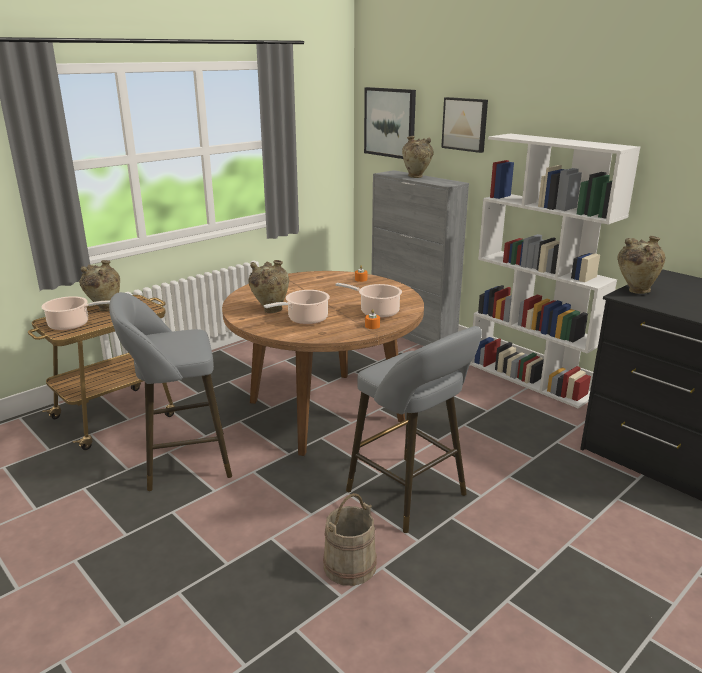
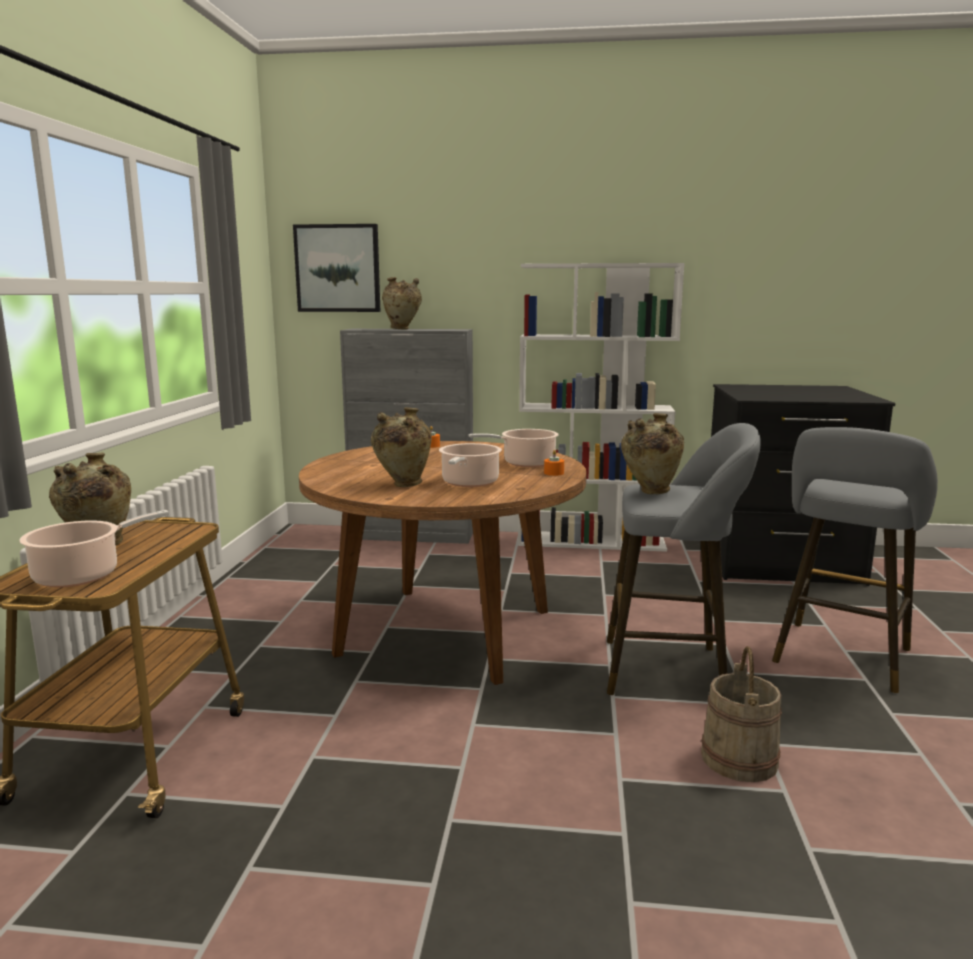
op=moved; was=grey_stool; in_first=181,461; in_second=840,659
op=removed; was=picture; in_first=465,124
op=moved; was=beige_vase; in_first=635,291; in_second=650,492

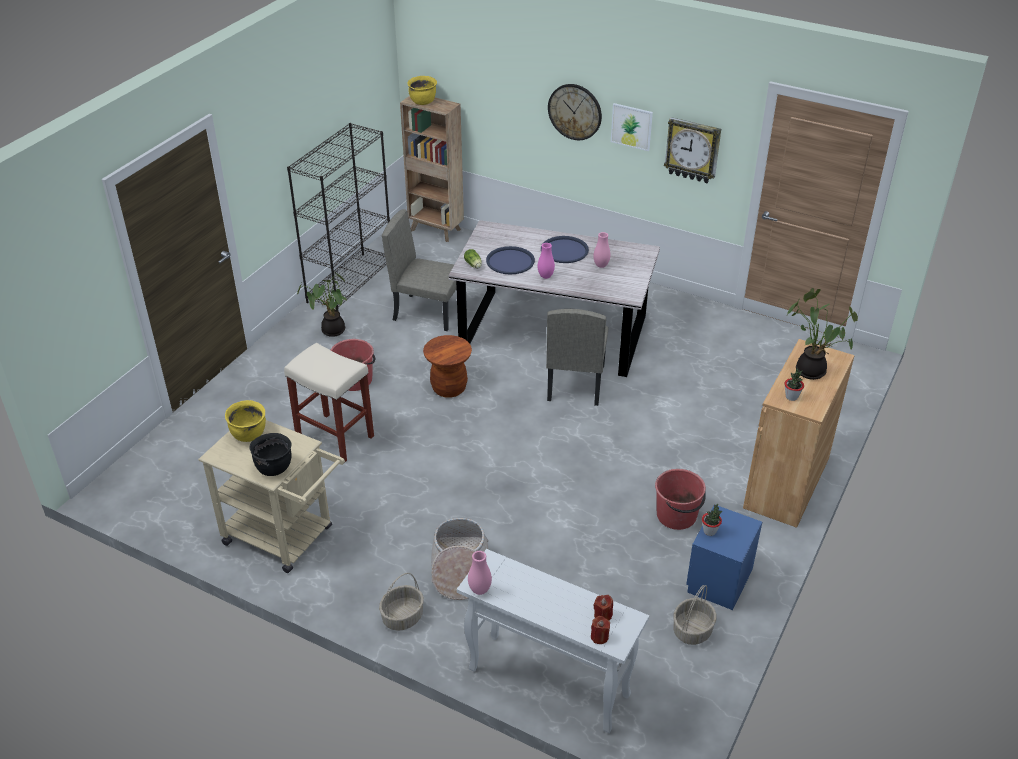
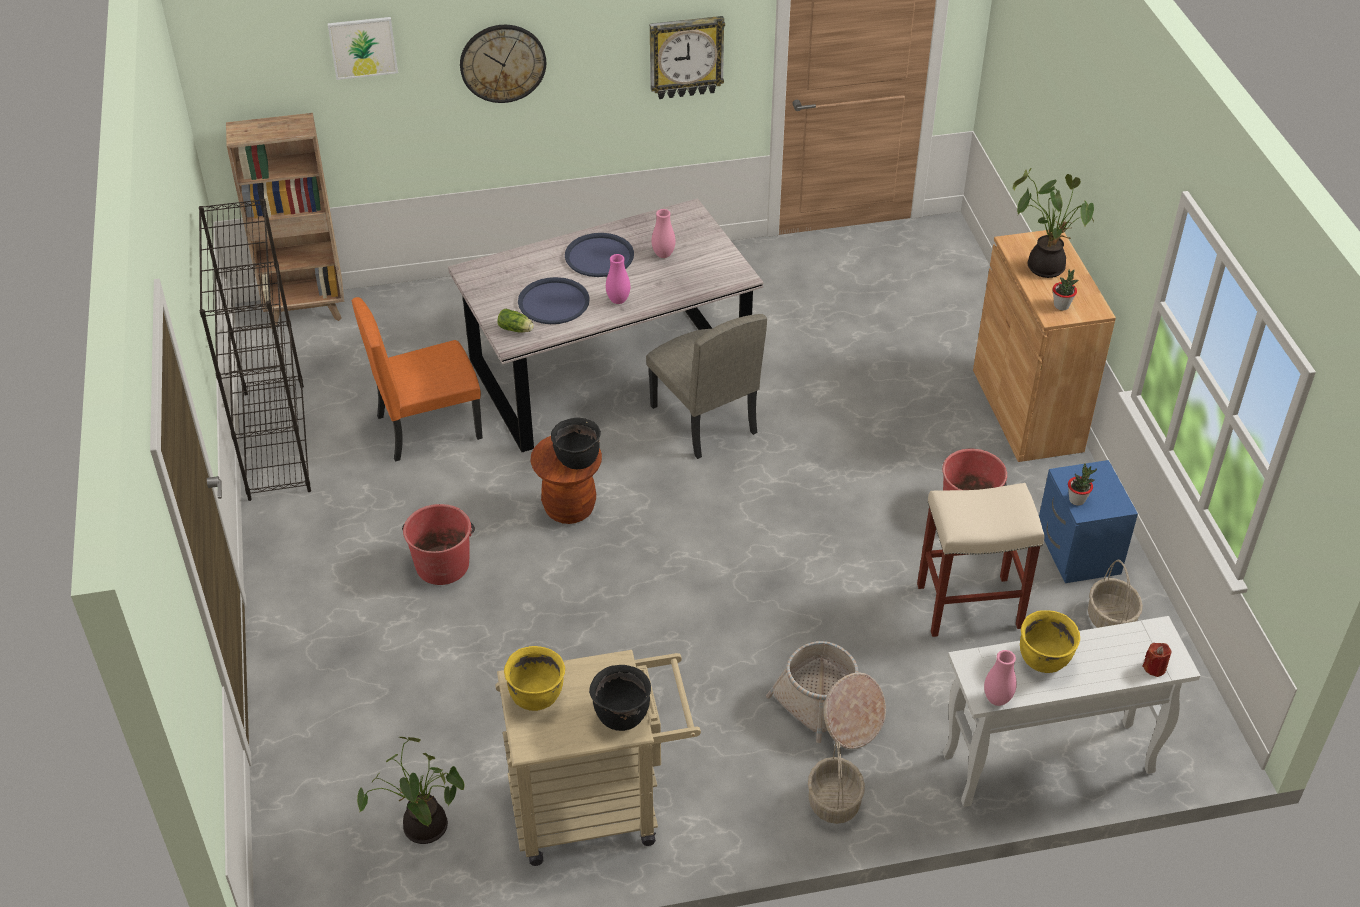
op=moved; was=beige_stool; in_first=334,438; in_second=968,606
op=moved; was=potted_plant; in_first=331,330; in_second=422,830
op=recoloured; was=beige_chair; now=orange_chair; in_first=428,312; in_second=429,426
op=moved; was=yellow_cooking_pot; in_first=423,102; in_second=1044,660
op=removed; was=red_candle; in_first=603,615
op=moved; was=picture; in_first=631,126; in_second=363,47
op=added; now=black_cooking_pot; in_second=577,460

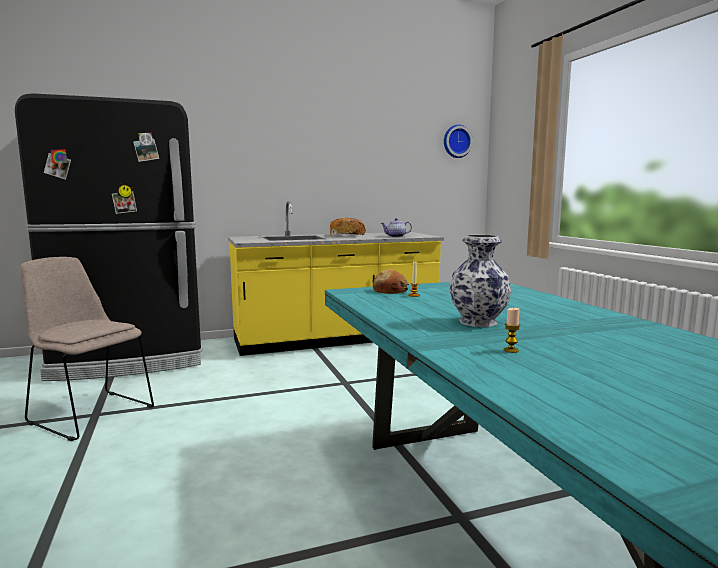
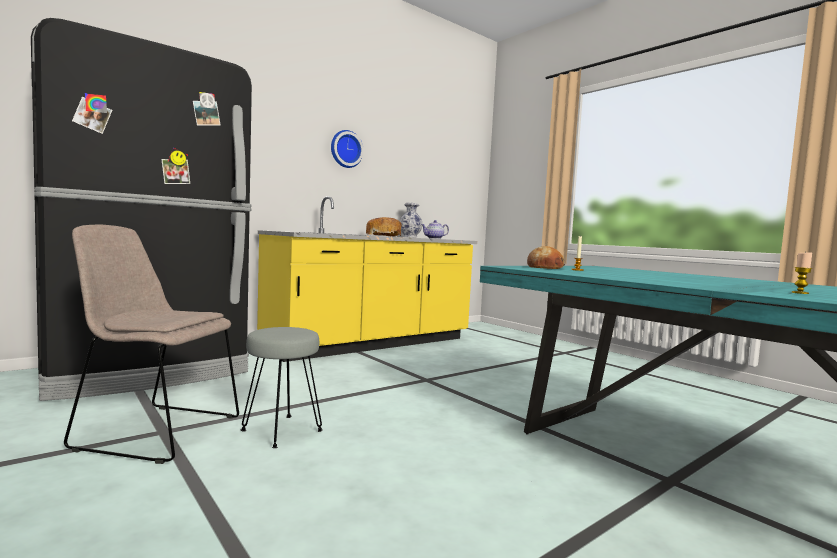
op=moved; was=wall_clock; in_first=456,141; in_second=345,149
op=moved; was=vase; in_first=477,322; in_second=410,237
op=added; now=grey_stool; in_second=280,431

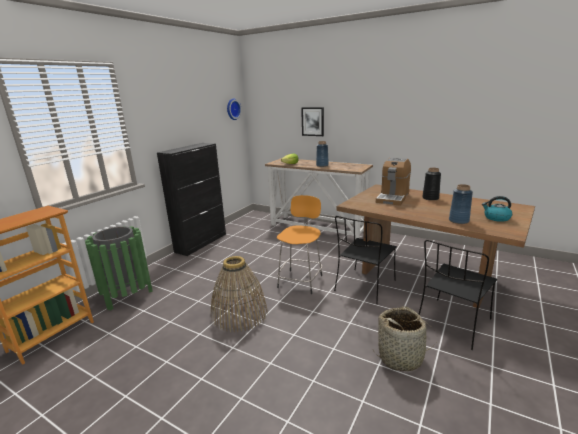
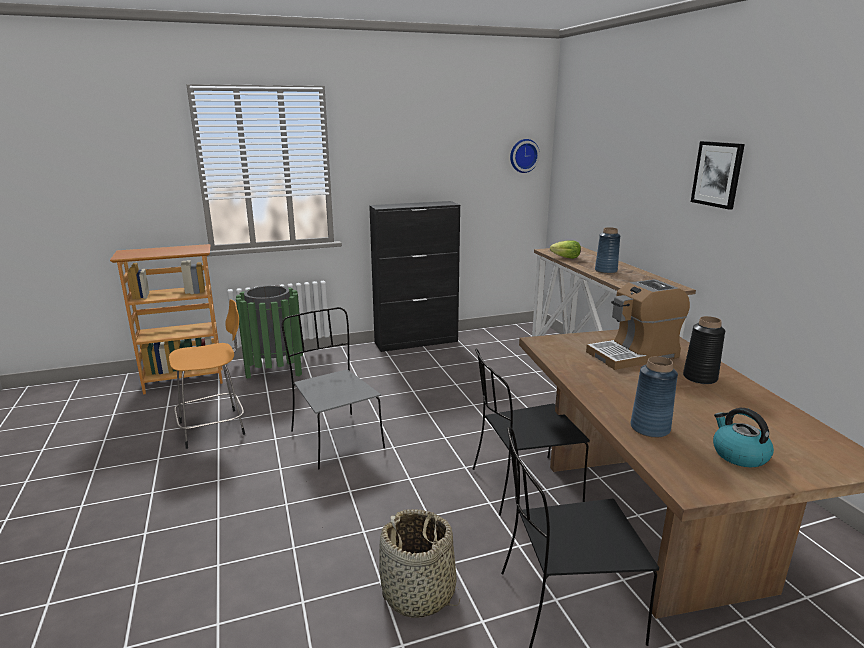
op=replaced; was=basket; now=grey_chair; in_first=239,313; in_second=335,438
op=moved; was=orange_stool; in_first=301,280; in_second=215,427
op=moved; was=picture; in_first=313,121; in_second=717,174

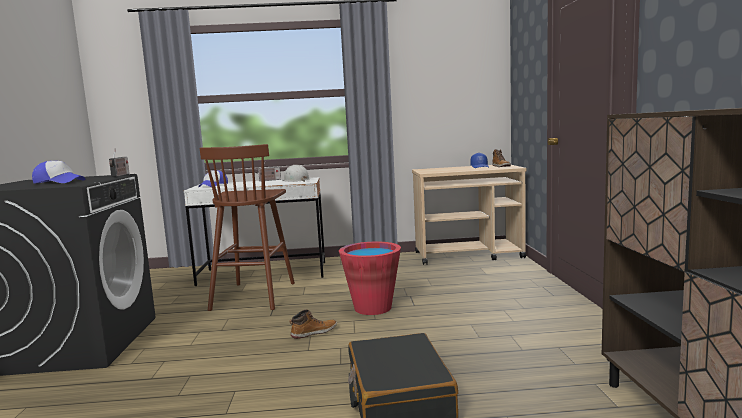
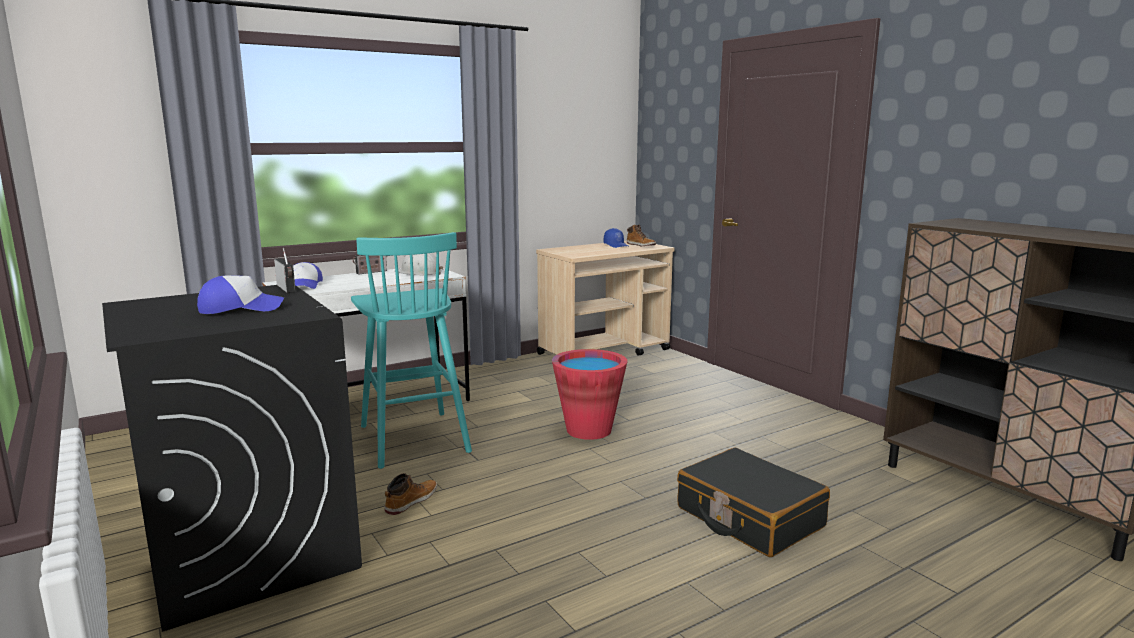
op=recoloured; was=brown_stool; now=turquoise_stool; in_first=254,295; in_second=413,438
op=moved; was=boot; in_first=314,332; in_second=411,501

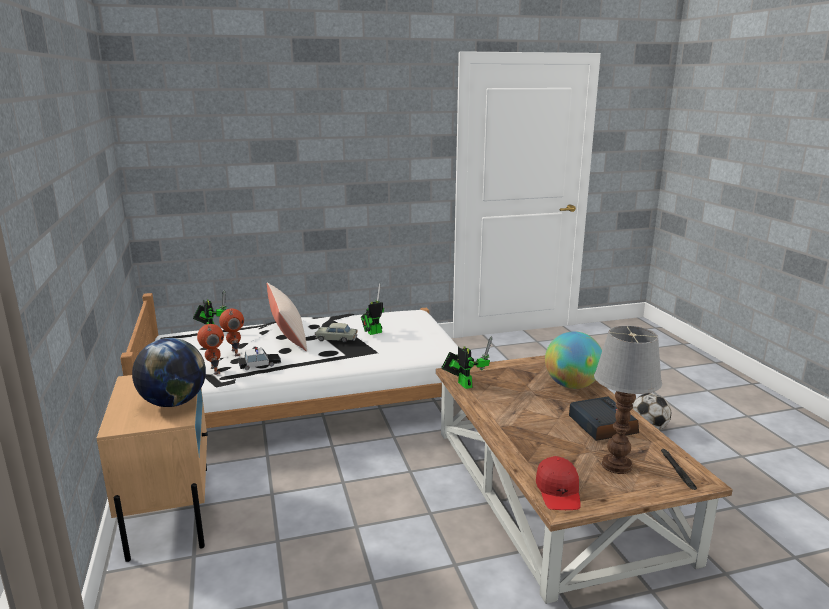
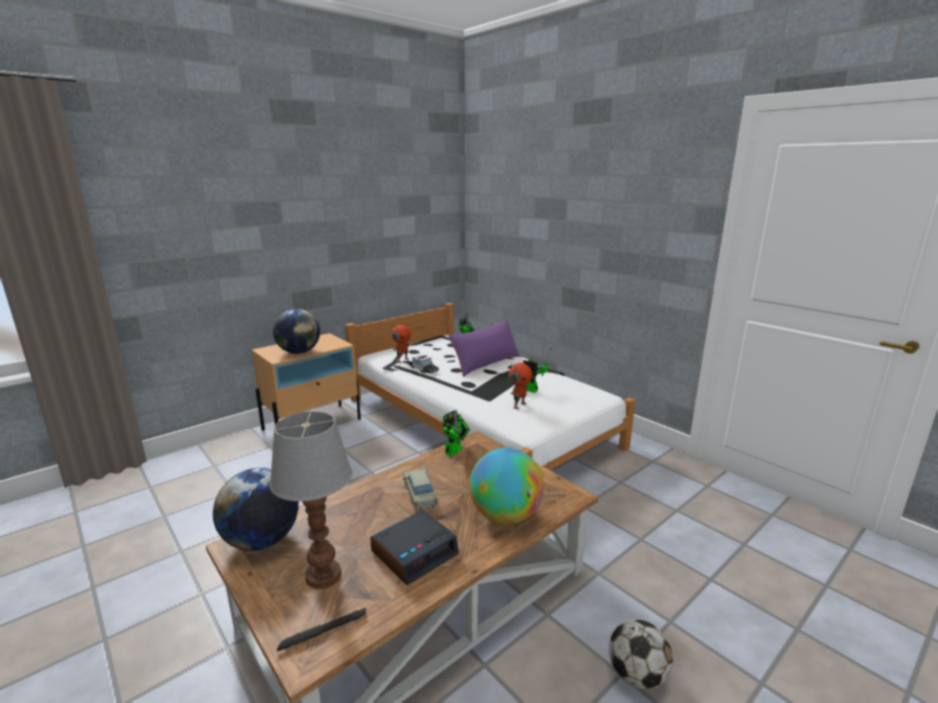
op=moved; was=toy_robot; in_first=234,353; in_second=519,405
op=recoloured; was=beige_pillow; now=purple_pillow; in_first=287,335; in_second=485,363
op=moved; was=beige_toy_car; in_first=336,339; in_second=420,494
op=replaced; was=red_cap; now=globe; in_first=558,491; in_second=262,541

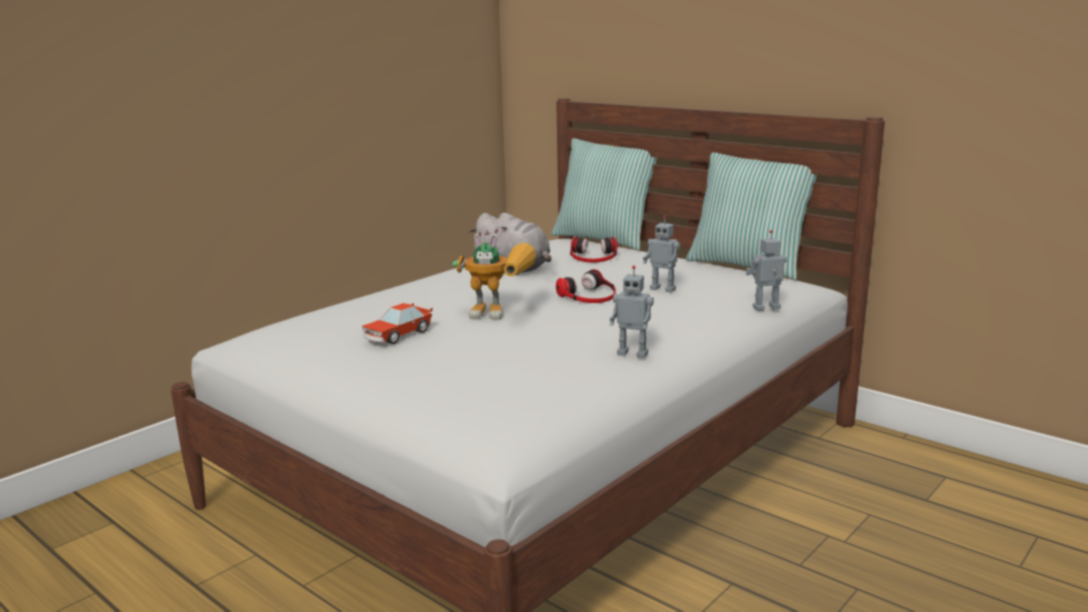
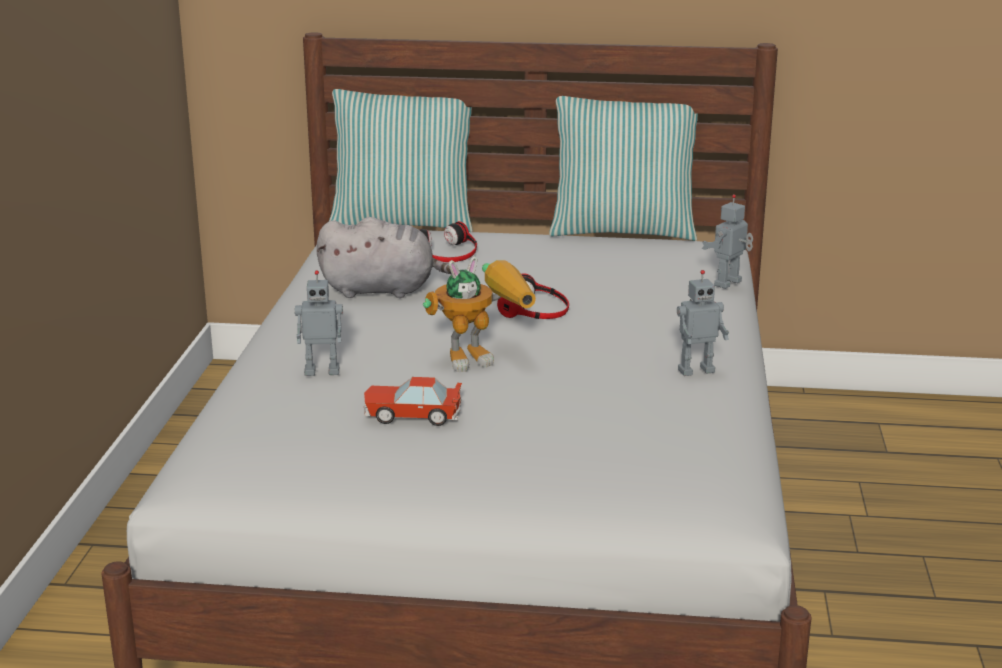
op=turned; was=toy_car; in_first=398,335; in_second=412,415; clockwise=90
op=moved; was=toy_robot; in_first=663,289; in_second=322,371

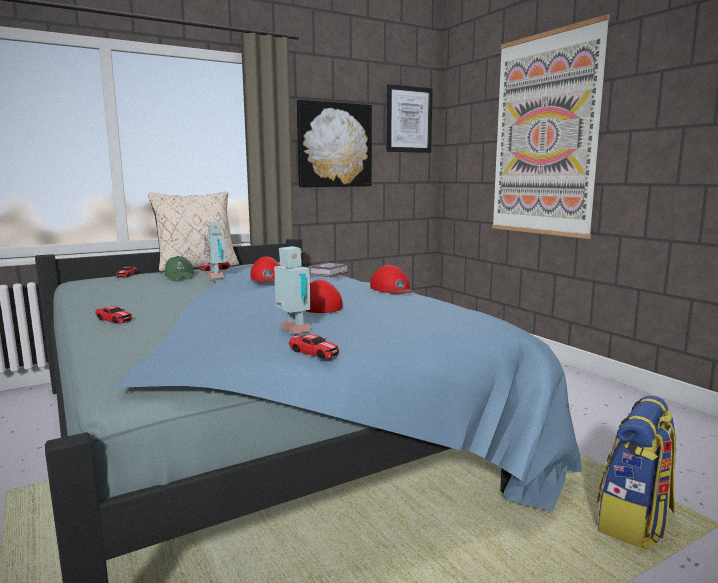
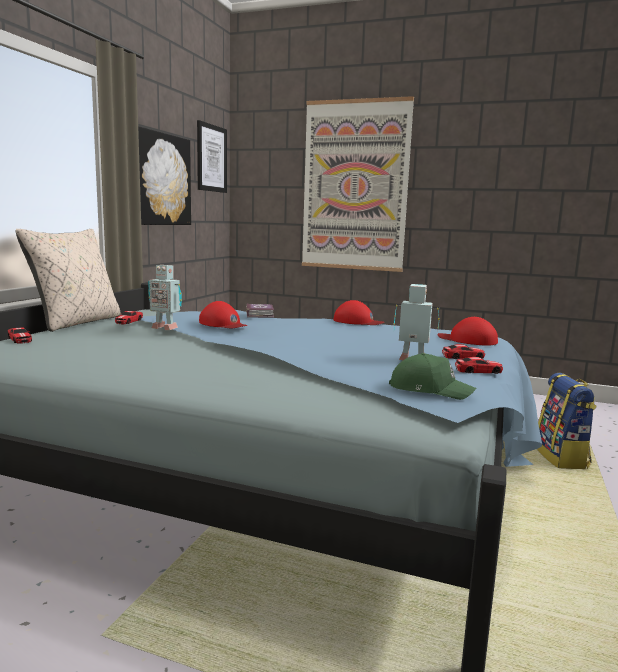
op=moved; was=toy_car; in_first=114,319; in_second=463,357
op=moved; was=green_cap; in_first=180,277; in_second=429,389
op=moved; was=red_cap; in_first=319,305; in_second=468,340

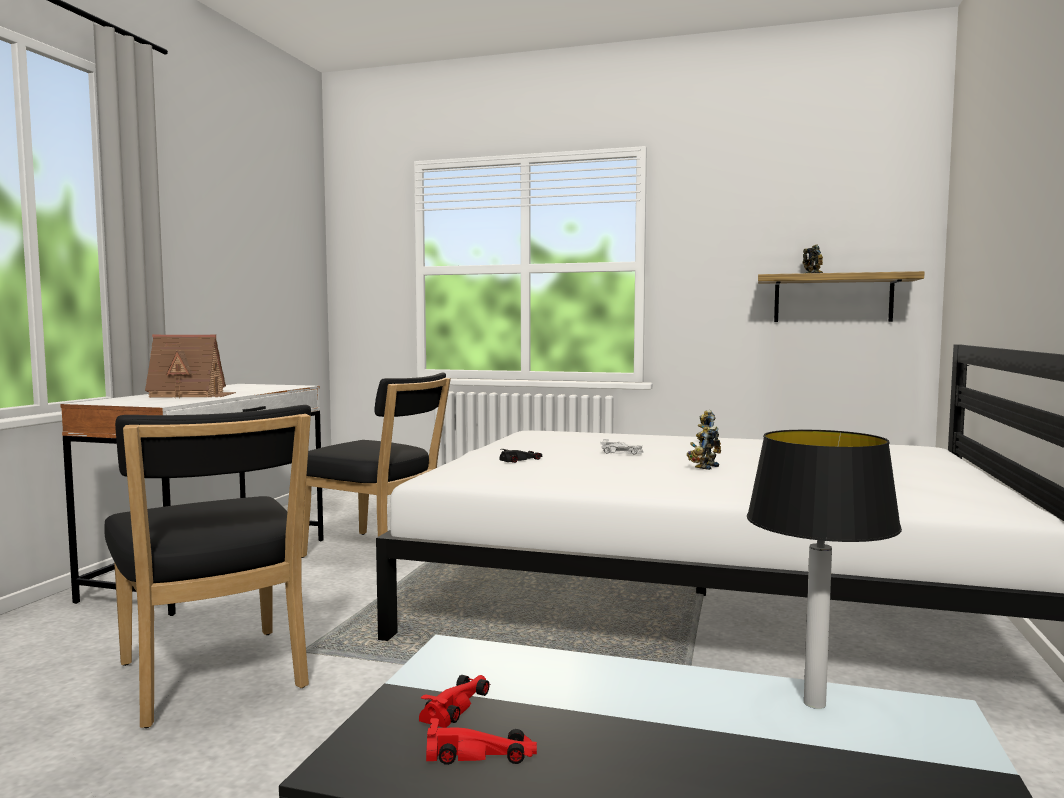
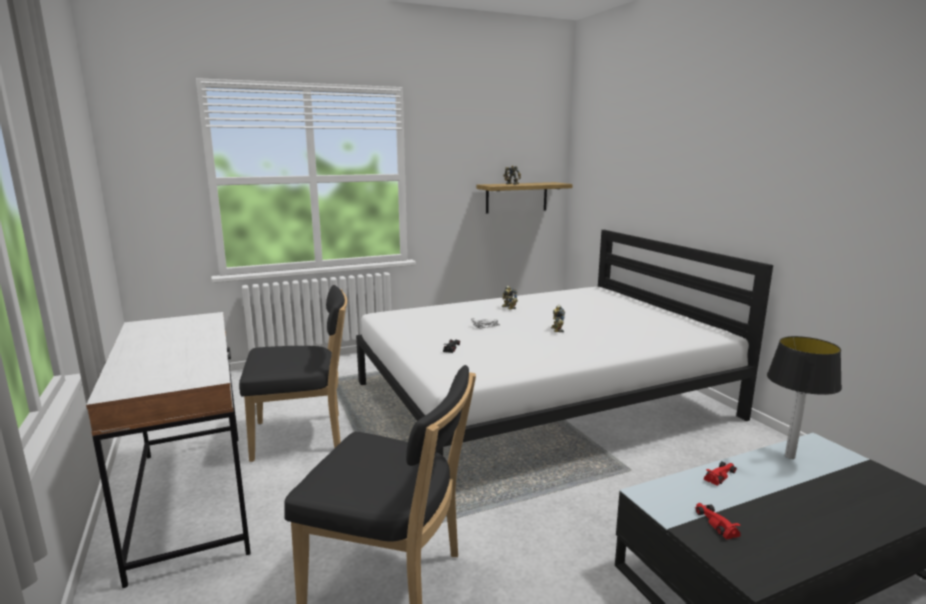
op=removed; was=toy_house; in_first=192,395
op=moved; was=red_toy_car; in_first=482,754; in_second=720,475

